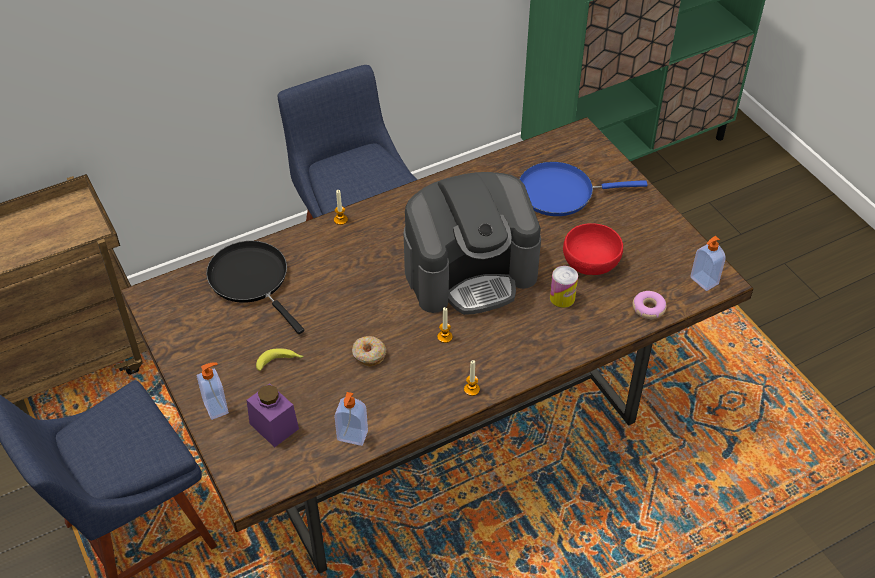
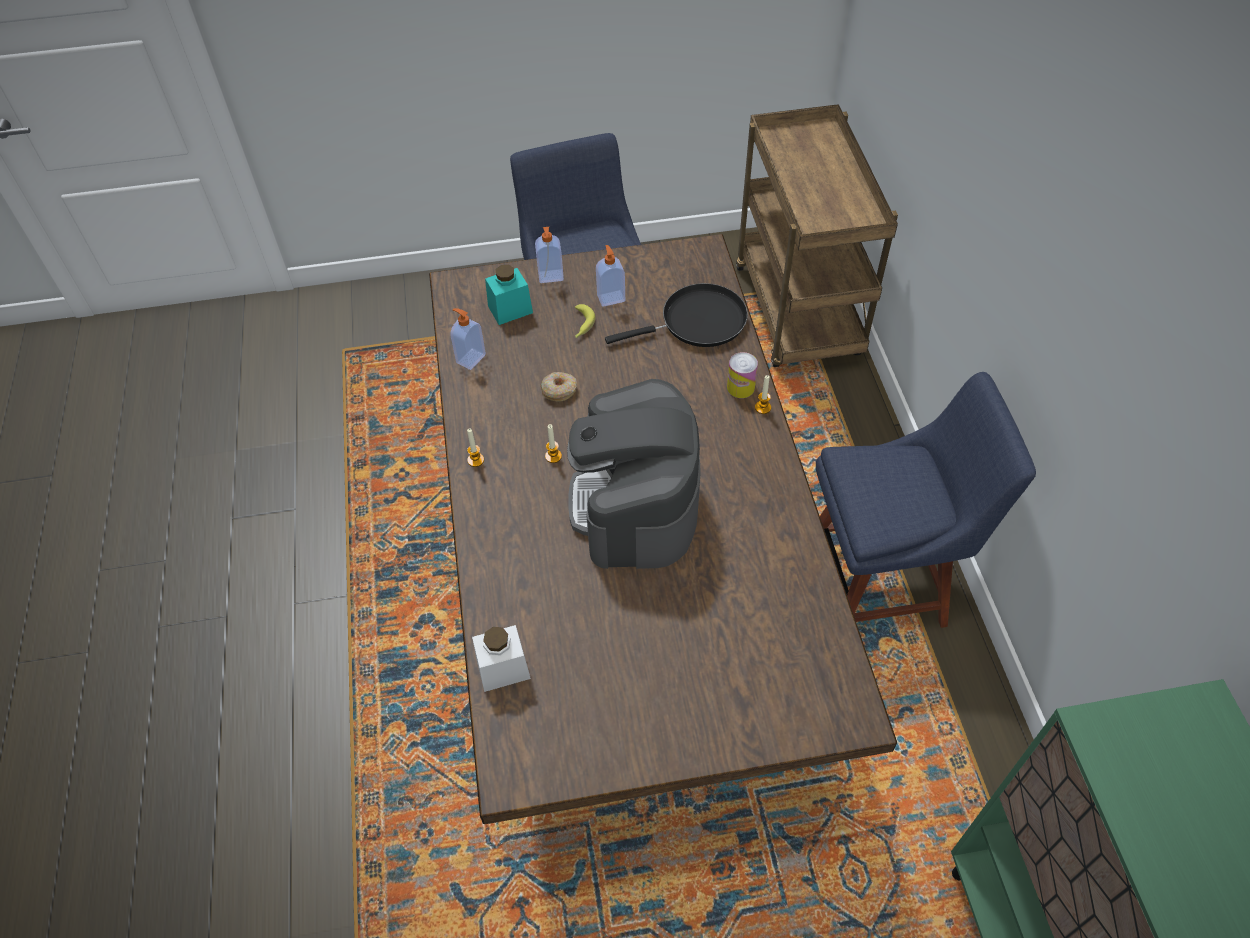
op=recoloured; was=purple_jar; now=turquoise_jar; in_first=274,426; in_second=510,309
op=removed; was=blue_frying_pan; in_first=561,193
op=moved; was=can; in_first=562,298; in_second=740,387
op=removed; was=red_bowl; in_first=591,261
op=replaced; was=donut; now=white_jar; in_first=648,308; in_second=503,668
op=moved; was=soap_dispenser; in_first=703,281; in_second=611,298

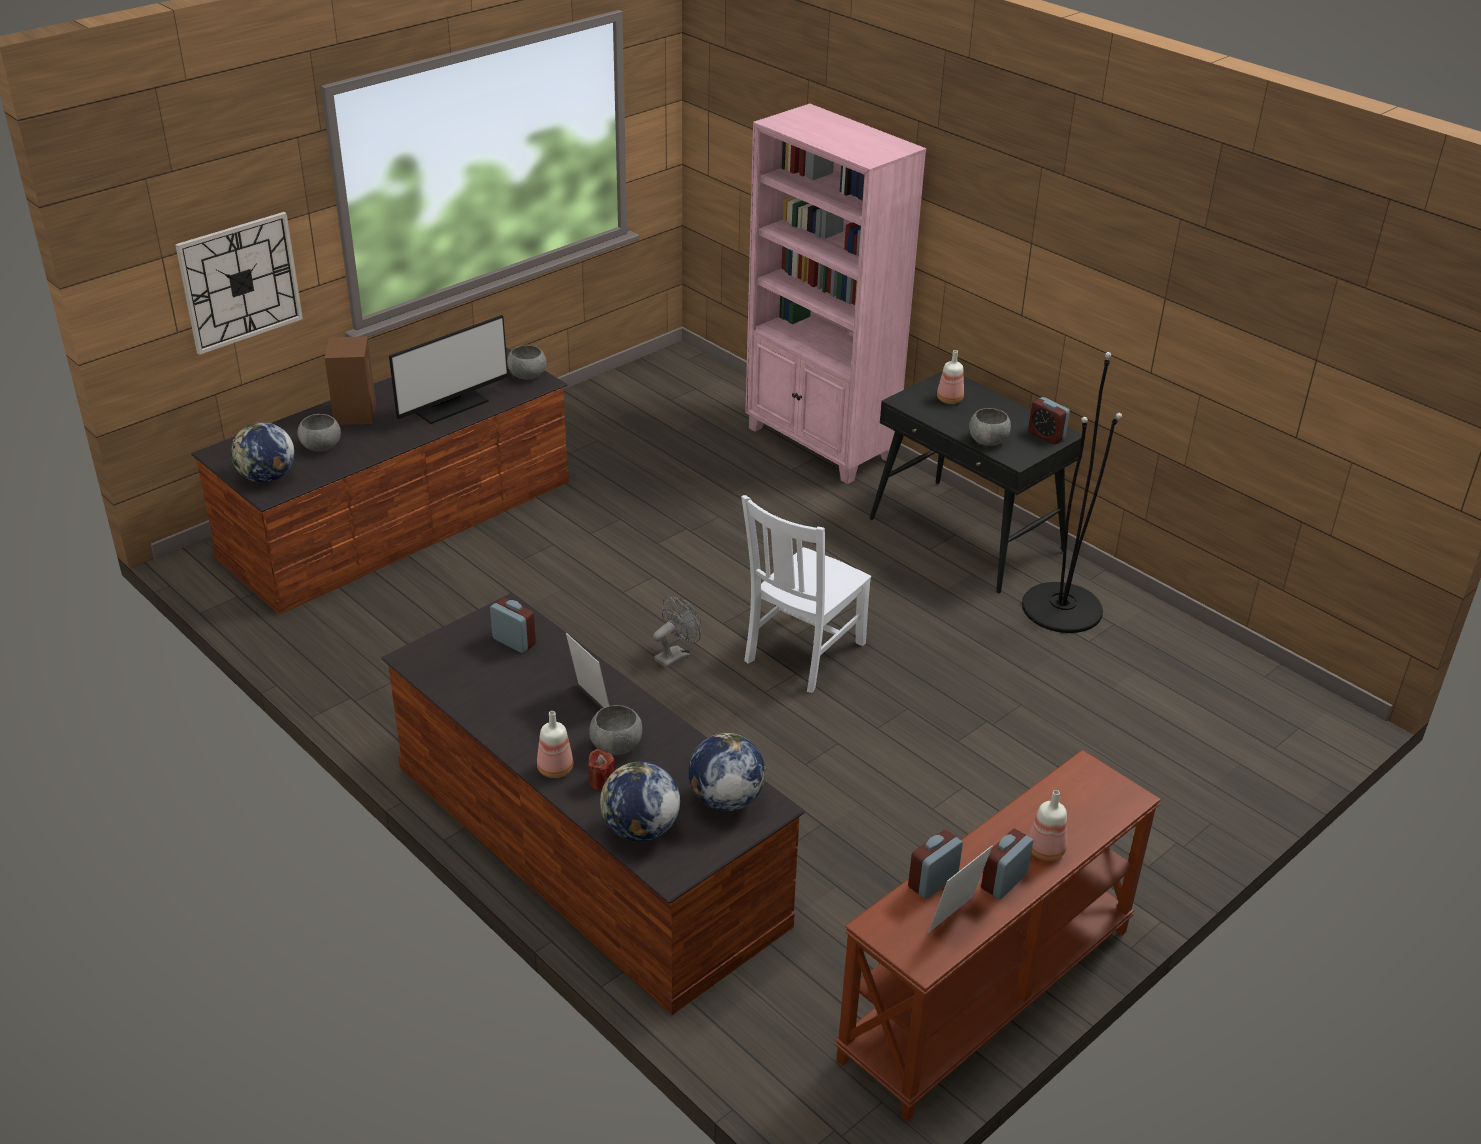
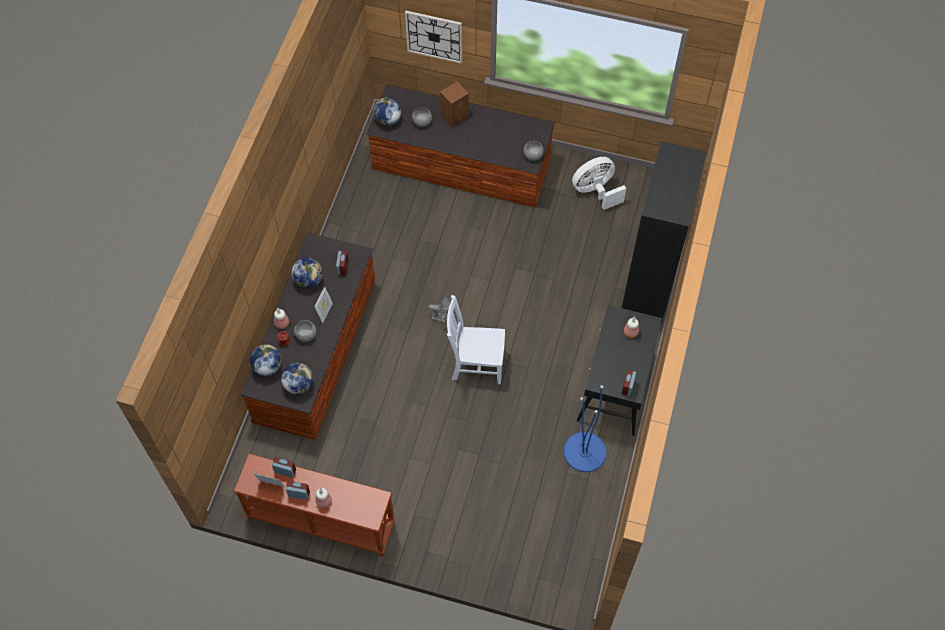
op=removed; was=monitor; in_first=449,405
op=recoloured; was=pink_bookcase; now=black_bookcase; in_first=820,444; in_second=647,289
op=removed; was=grey_bowl; in_first=987,440
op=recoloured; was=black_floor_lamp; now=blue_floor_lamp; in_first=1062,608; in_second=585,452
op=added; now=globe; in_second=308,280
op=added; now=white_fan; in_second=596,191

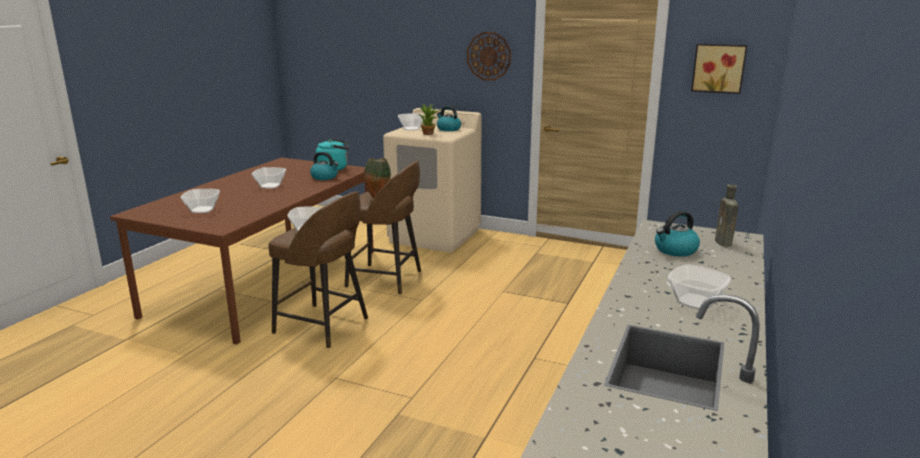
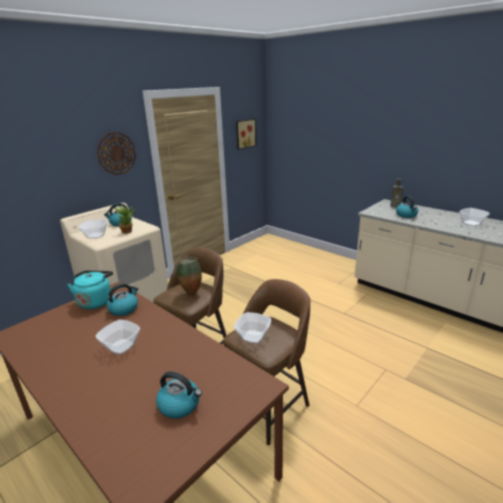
op=replaced; was=bowl; now=kettle; in_first=203,210; in_second=180,405

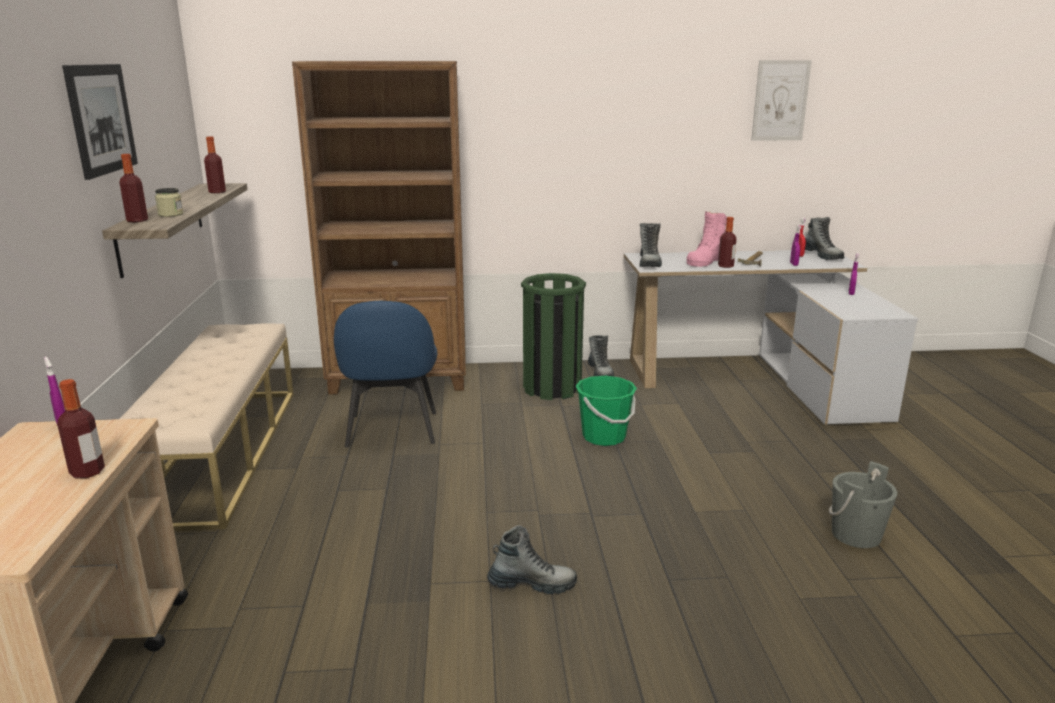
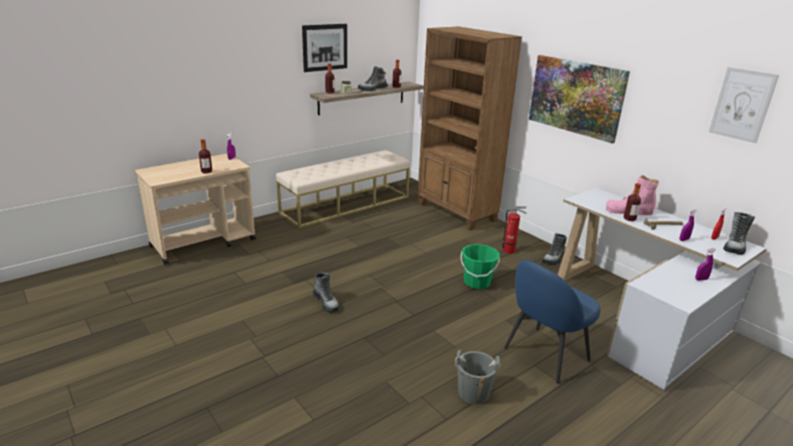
op=moved; was=blue_chair; in_first=392,431; in_second=544,355
op=replaced; was=green_trash_can; now=fire_extinguisher; in_first=552,388; in_second=510,251
op=moved; was=boot; in_first=649,262; in_second=372,89
op=added; now=picture; in_second=576,97

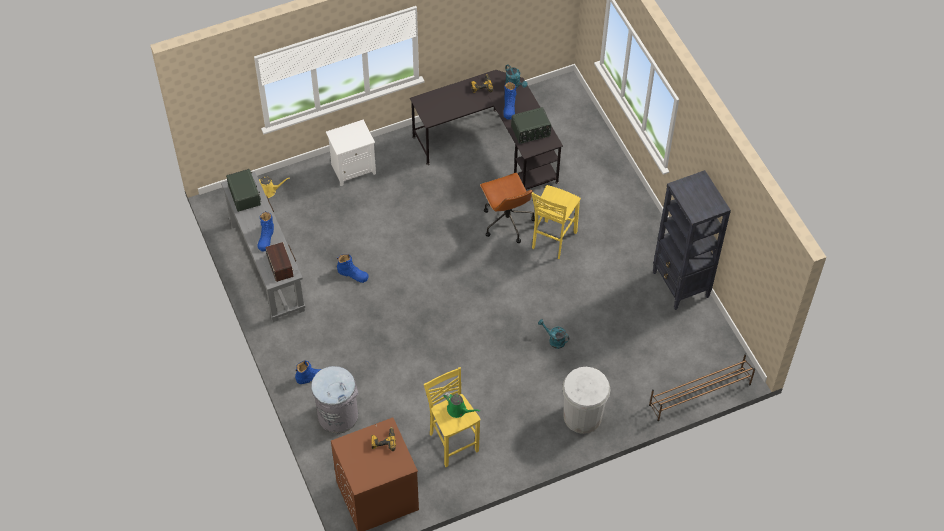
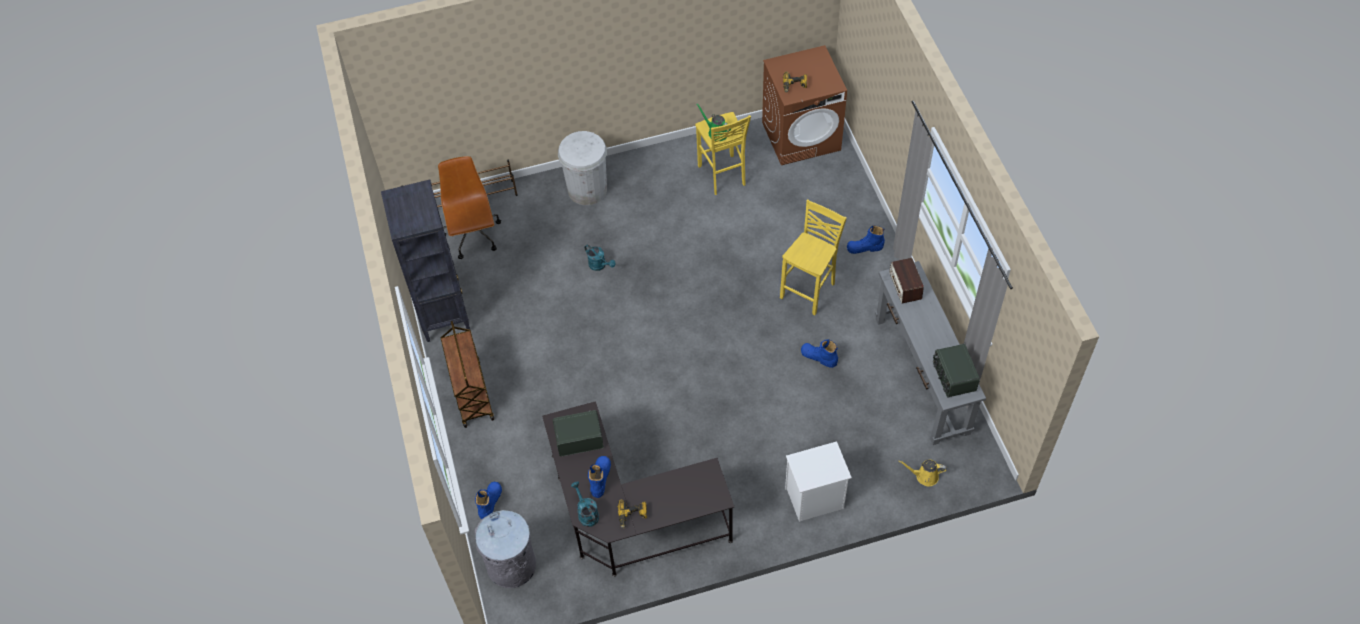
op=moved; was=blue_boot; in_first=266,238; in_second=490,502
op=moved; was=grey_trash_can; in_first=338,415; in_second=511,566
op=moved; was=brown_office_chair; in_first=507,221; in_second=473,236
op=moved; was=yellow_stool; in_first=552,240; in_second=809,291
op=added; now=brown_cart; in_second=471,393

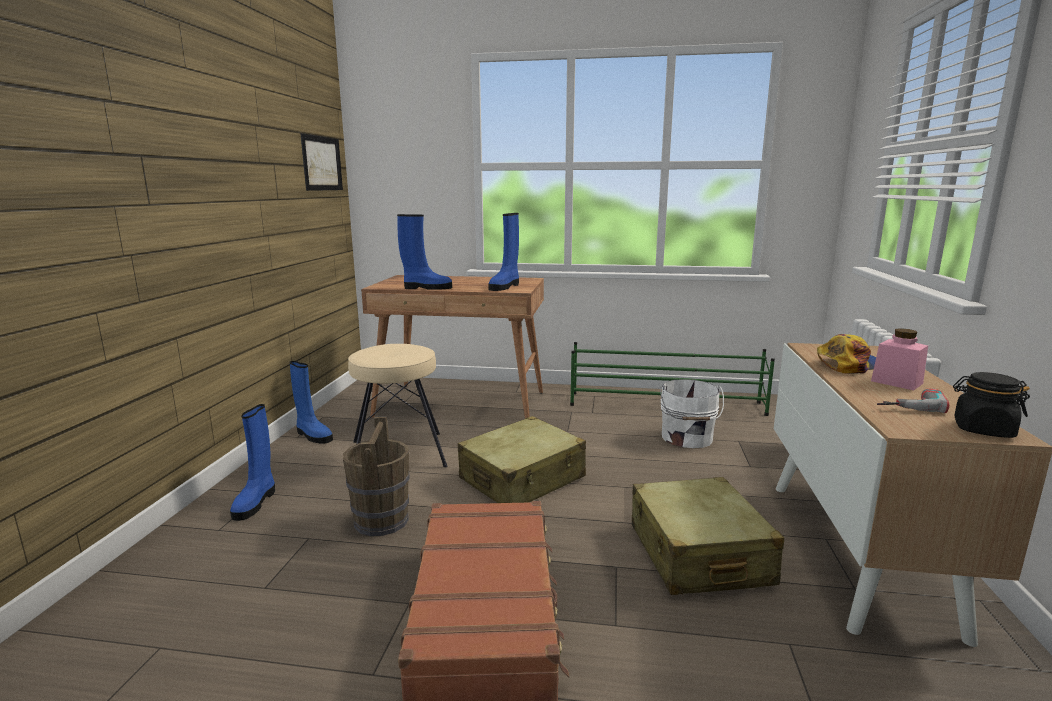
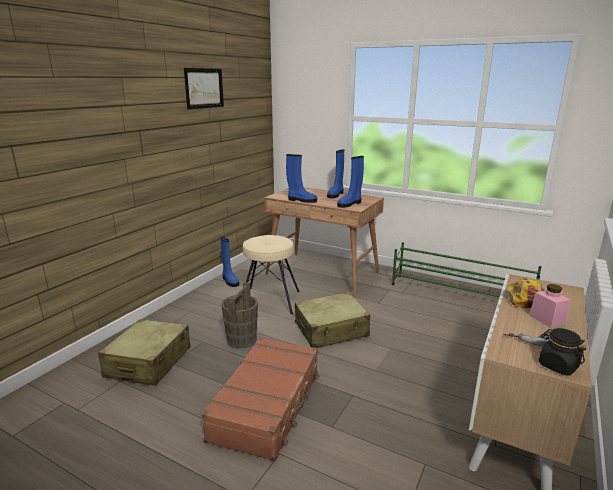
op=moved; was=blue_boot; in_first=255,502; in_second=335,194
op=moved; was=picture; in_first=322,163; in_second=204,88
op=moved; was=beige_suitcase; in_first=698,554; in_second=148,362
op=removed; was=white_bucket; in_first=687,438

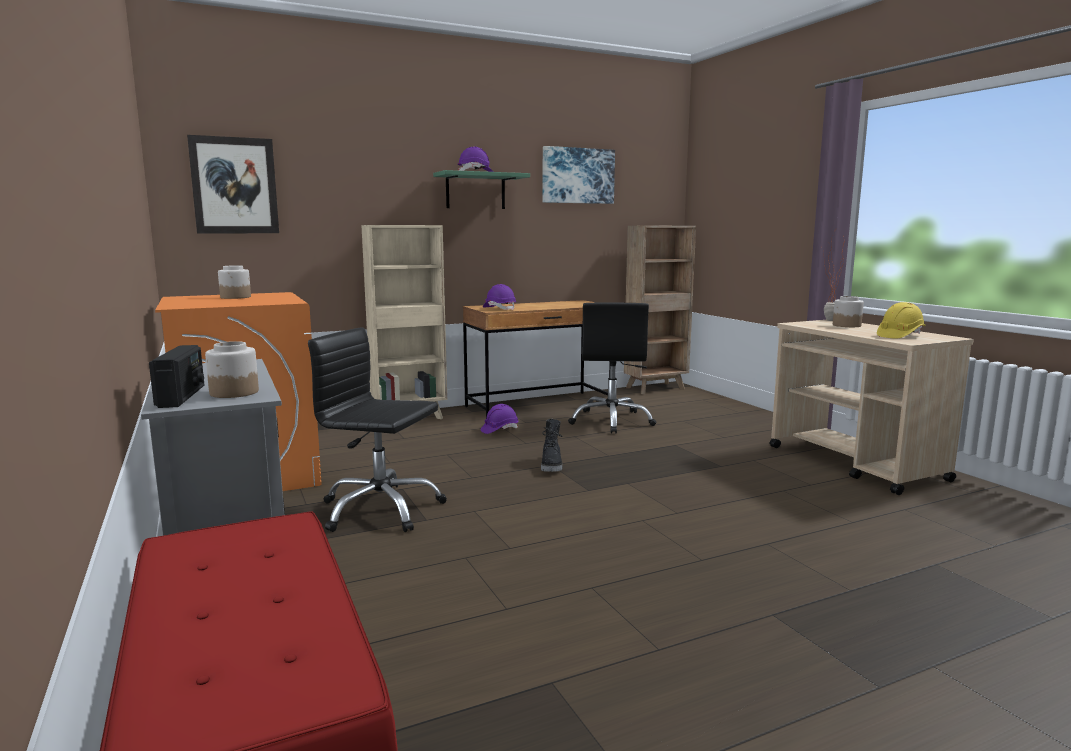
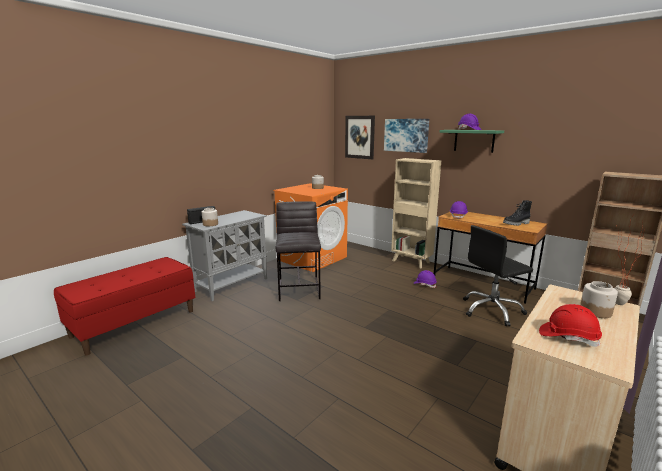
op=replaced; was=black_office_chair; now=grey_stool; in_first=380,509; in_second=299,289
op=moved; was=black_boot; in_first=552,465; in_second=516,224
op=moved; was=picture; in_first=577,176; in_second=406,135
op=recoloured; was=yellow_hard_hat; now=red_hard_hat; in_first=899,336; in_second=568,337

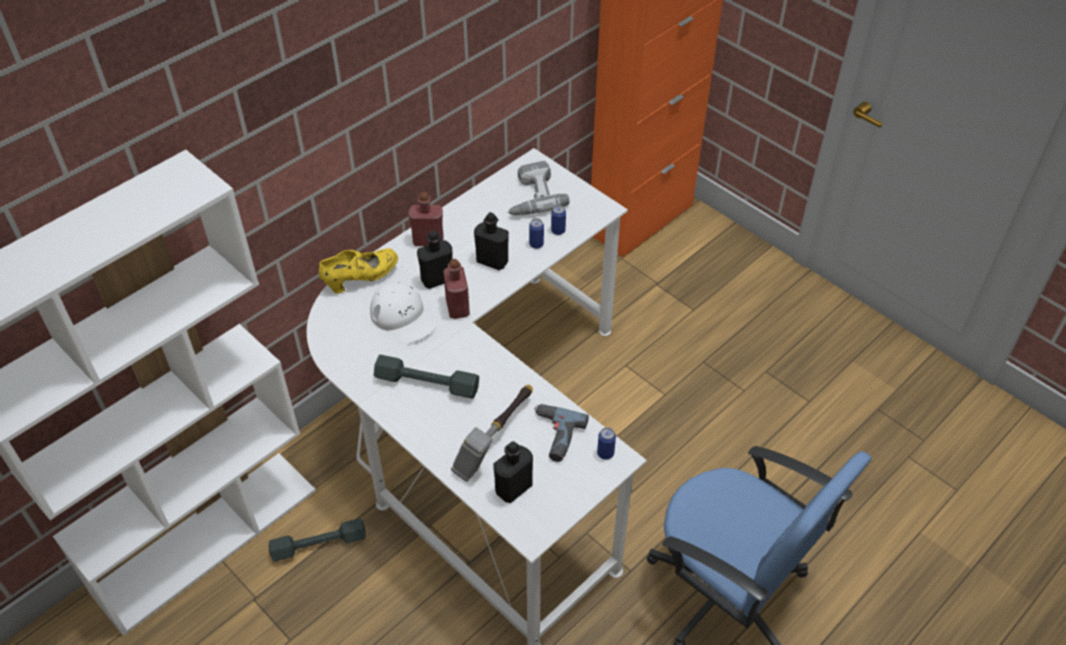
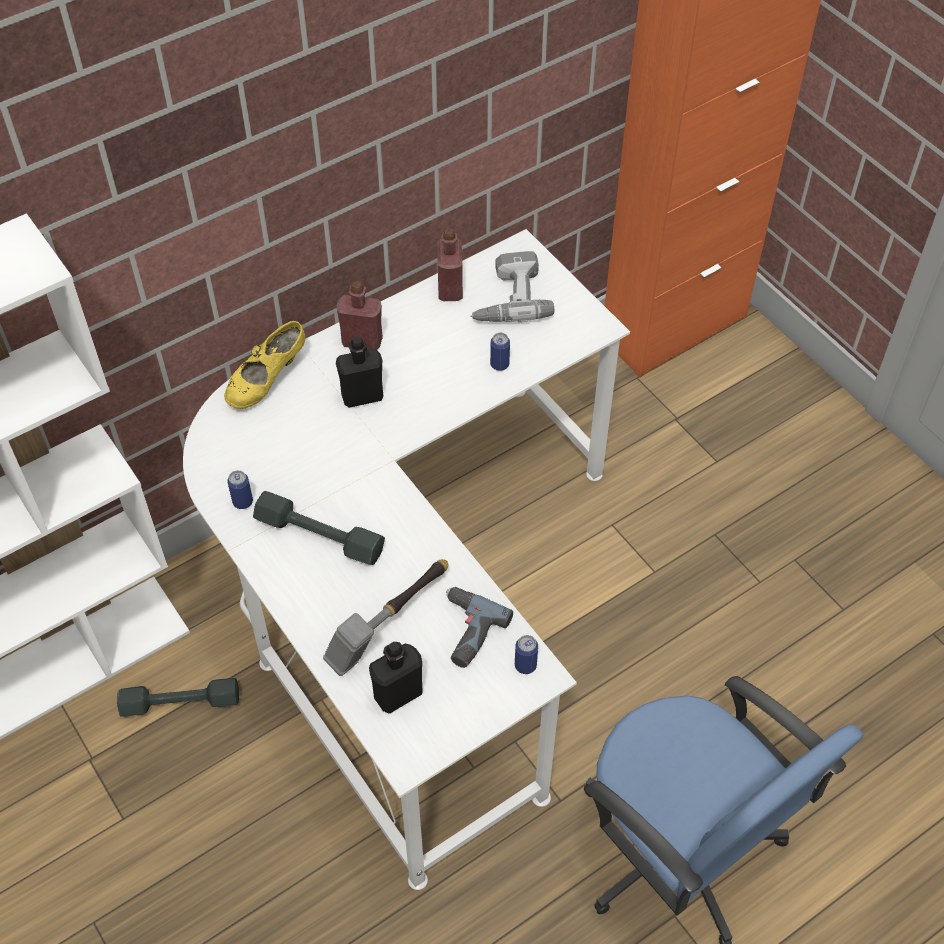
op=turned; was=yellow_shoe; in_first=361,278; in_second=267,381; clockwise=150
op=removed; was=white_cap; in_first=403,317
op=moved; was=red_bottle; in_first=457,308; in_second=450,289
op=removed; was=black_bottle; in_first=492,261
op=moved; was=can; in_first=558,231; in_second=243,502

